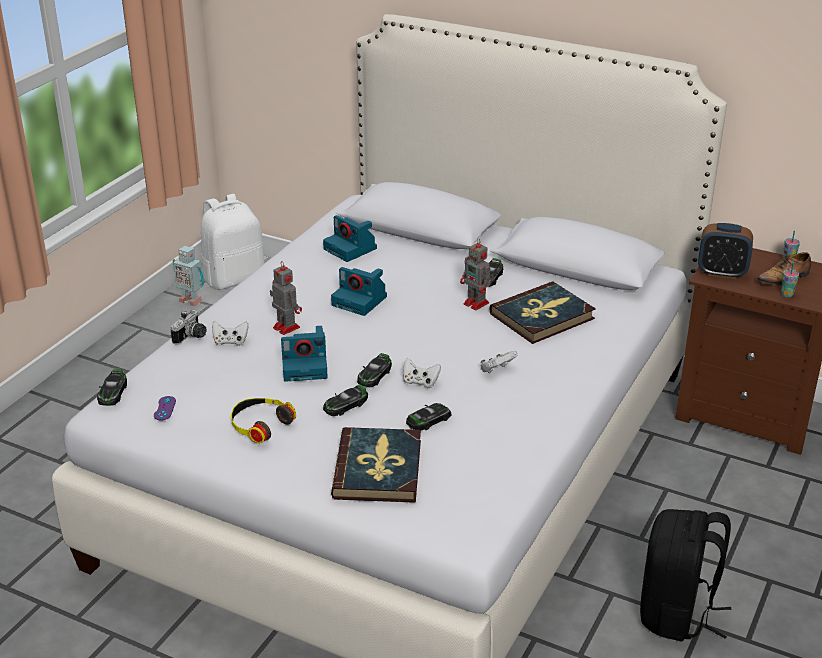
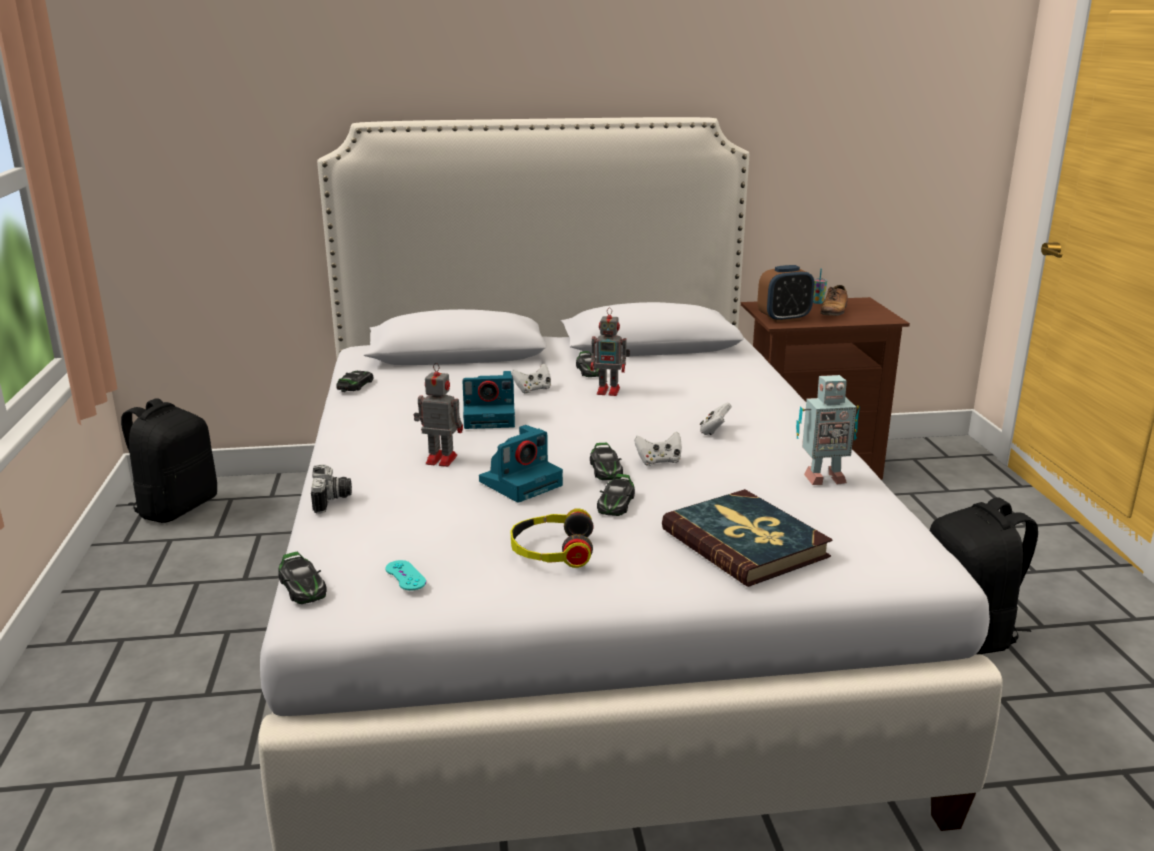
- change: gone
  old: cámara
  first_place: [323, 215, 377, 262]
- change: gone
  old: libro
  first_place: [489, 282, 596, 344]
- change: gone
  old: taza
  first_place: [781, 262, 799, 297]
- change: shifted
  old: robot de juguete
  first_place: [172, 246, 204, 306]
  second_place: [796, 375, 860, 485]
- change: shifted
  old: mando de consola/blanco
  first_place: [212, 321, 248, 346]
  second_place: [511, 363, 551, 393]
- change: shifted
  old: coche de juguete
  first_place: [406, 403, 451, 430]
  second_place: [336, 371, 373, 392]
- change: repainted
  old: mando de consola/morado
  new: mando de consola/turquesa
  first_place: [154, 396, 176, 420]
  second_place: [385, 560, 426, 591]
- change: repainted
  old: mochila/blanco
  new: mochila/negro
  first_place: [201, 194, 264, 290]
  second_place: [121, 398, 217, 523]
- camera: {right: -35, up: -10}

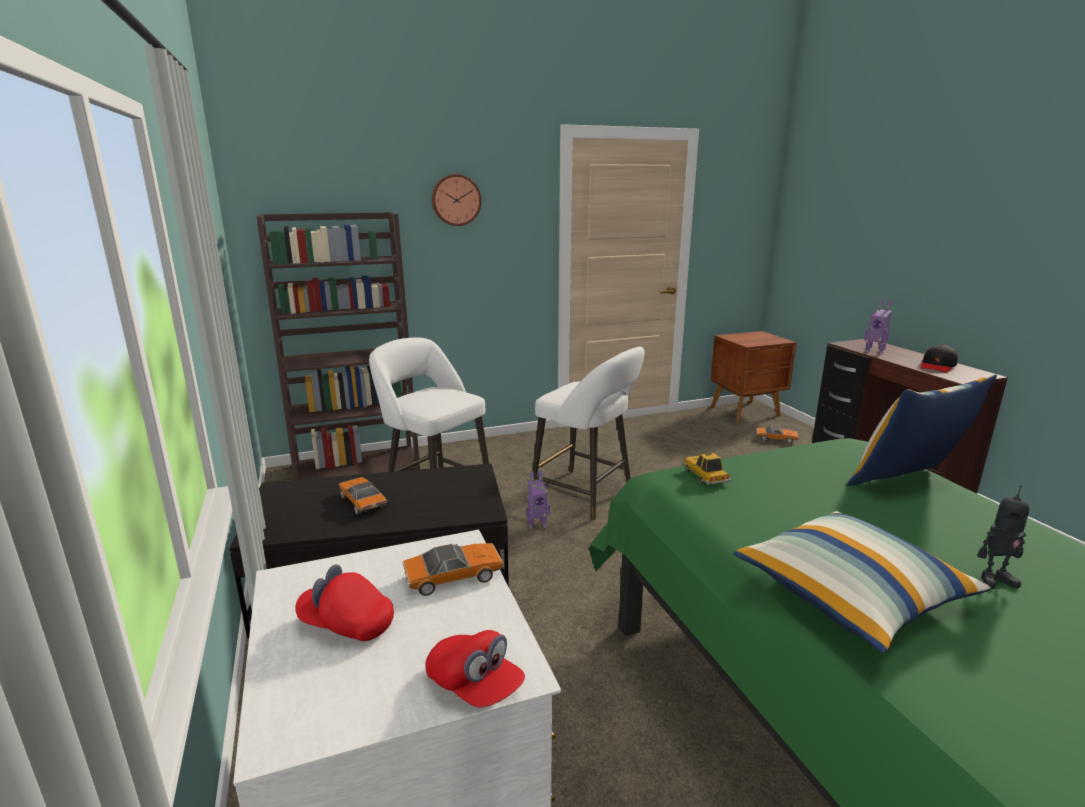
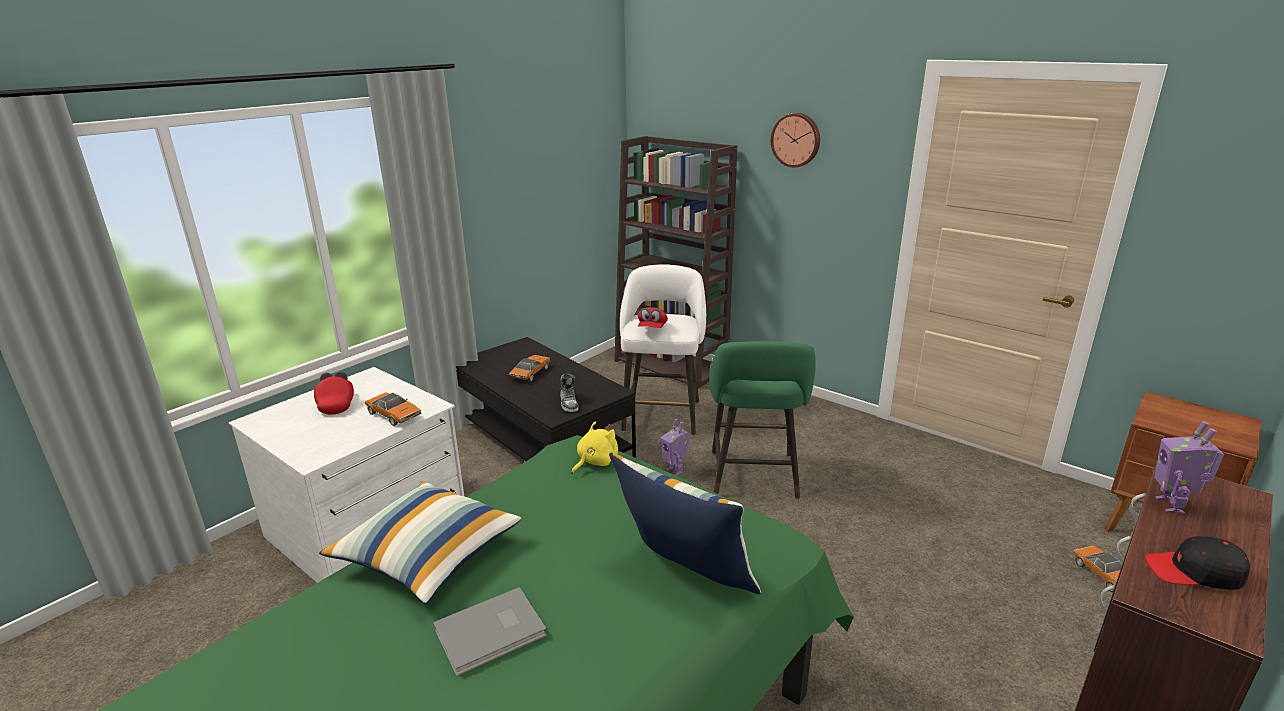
- change: new
  new: zapato
  second_place: [560, 373, 579, 412]
- change: shifted
  old: gorra/rojo
  first_place: [425, 630, 525, 707]
  second_place: [638, 307, 668, 328]
- change: swapped
  old: coche de juguete
  new: peluche/amarillo
  first_place: [682, 453, 732, 485]
  second_place: [572, 421, 618, 474]
- change: swapped
  old: robot de juguete
  new: libro/gris
  first_place: [978, 485, 1029, 589]
  second_place: [433, 587, 547, 677]
- change: repainted
  old: taburete/blanco
  new: taburete/verde
  first_place: [533, 347, 644, 521]
  second_place: [709, 341, 816, 499]
- camera: {right: 60, up: 5}

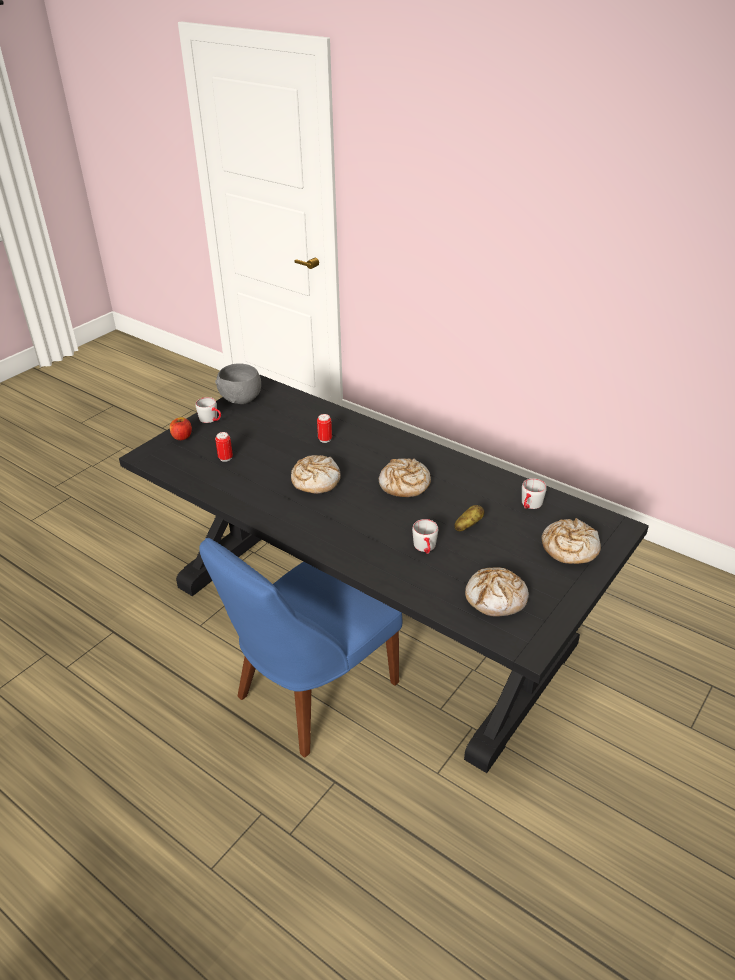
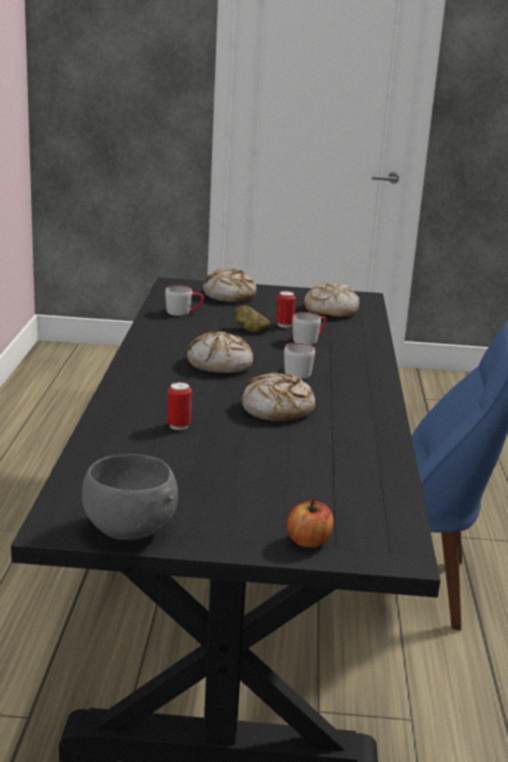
- change: shifted
  old: taza grande/gris
  first_place: [195, 397, 221, 423]
  second_place: [284, 343, 315, 379]
- change: shifted
  old: lata
  first_place: [215, 432, 233, 462]
  second_place: [276, 291, 295, 328]
- camera: {right: -125, up: -15}

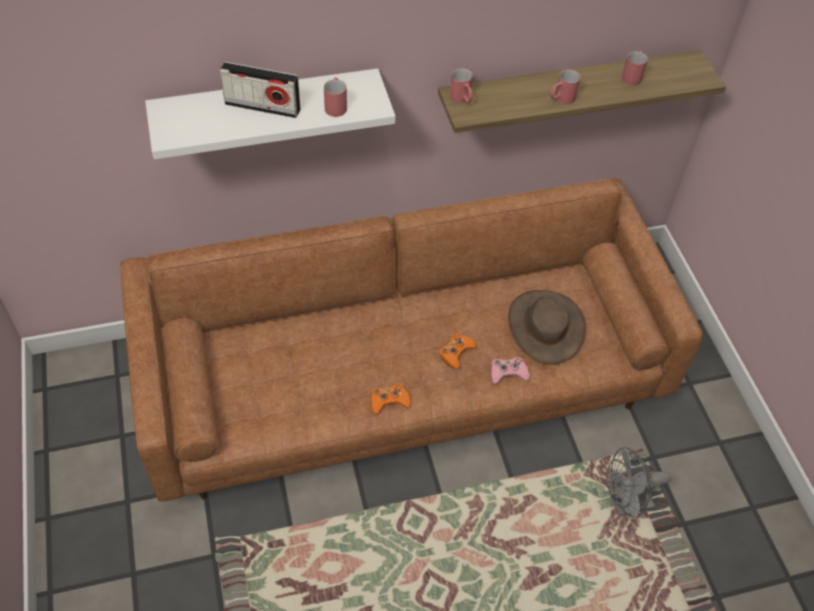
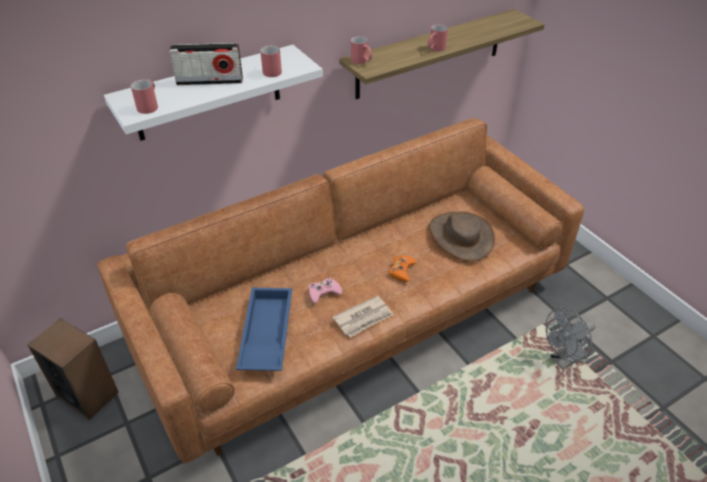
- change: new
  new: altavoz
  second_place: [27, 318, 118, 420]
- change: new
  new: bandeja/azul
  second_place: [236, 288, 292, 371]
- change: shifted
  old: mando de consola/rosa
  first_place: [491, 357, 530, 384]
  second_place: [308, 278, 343, 303]
- change: shifted
  old: taza grande/rojo
  first_place: [622, 51, 648, 85]
  second_place: [131, 79, 158, 114]
- change: swapped
  old: mando de consola/naranja
  new: periódico
  first_place: [371, 383, 411, 414]
  second_place: [332, 296, 394, 337]
- camera: {right: -15, up: -10}

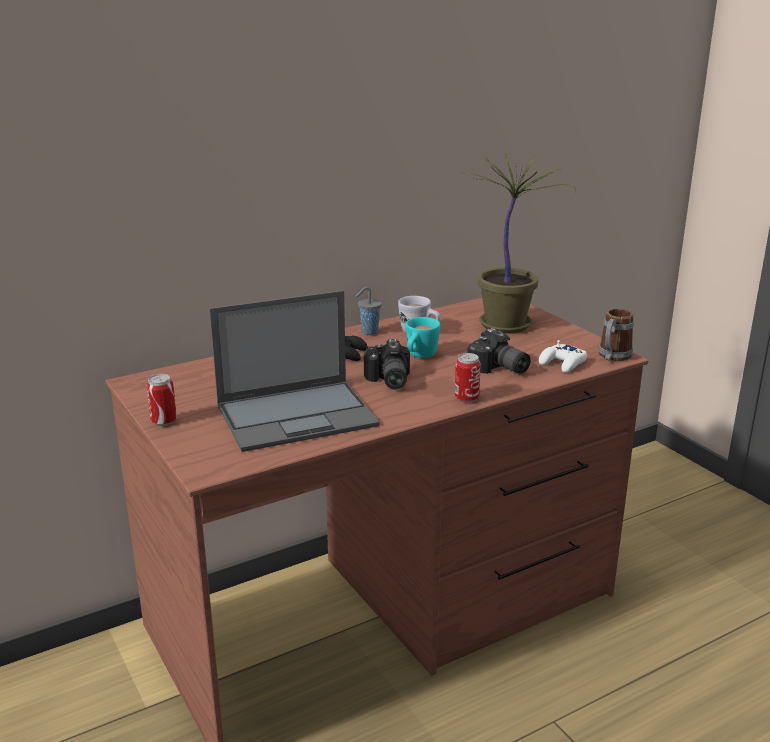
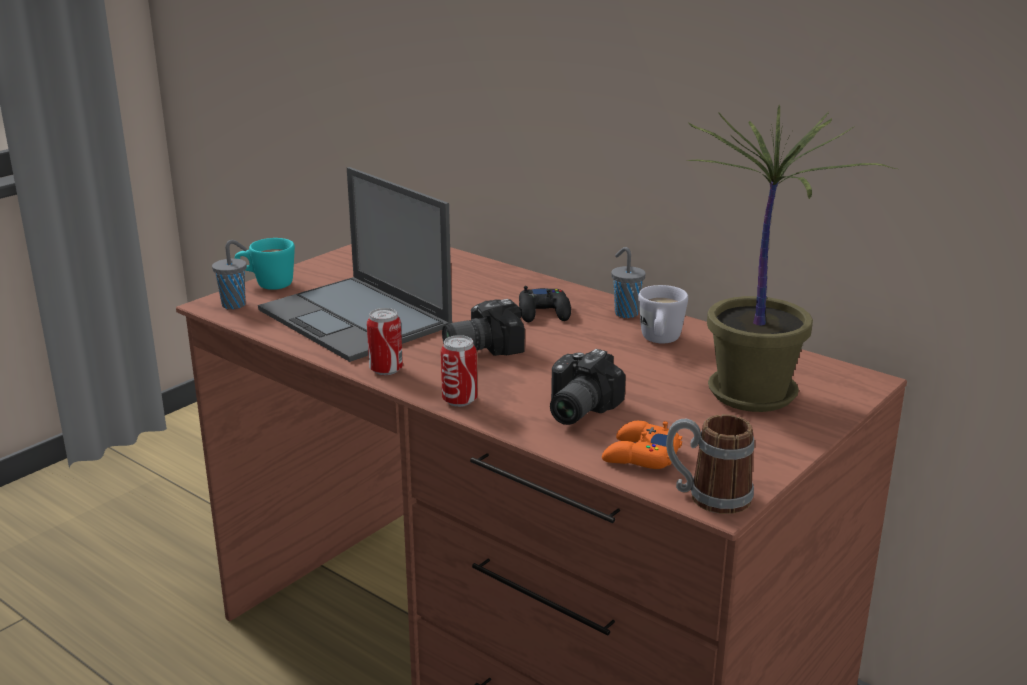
- change: new
  new: taza/gris
  second_place: [212, 240, 247, 309]
- change: shifted
  old: lata
  first_place: [147, 374, 177, 426]
  second_place: [367, 308, 403, 376]
- change: shifted
  old: taza grande/turquesa
  first_place: [406, 317, 441, 358]
  second_place: [235, 238, 295, 290]
- change: repainted
  old: mando de consola/blanco
  new: mando de consola/naranja
  first_place: [539, 340, 587, 373]
  second_place: [602, 421, 682, 469]
- camera: {right: 70, up: 0}

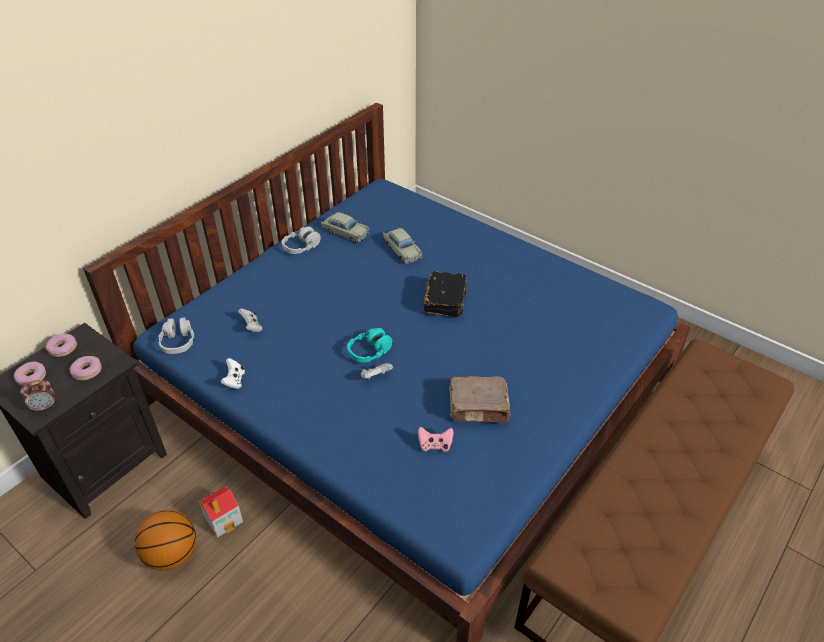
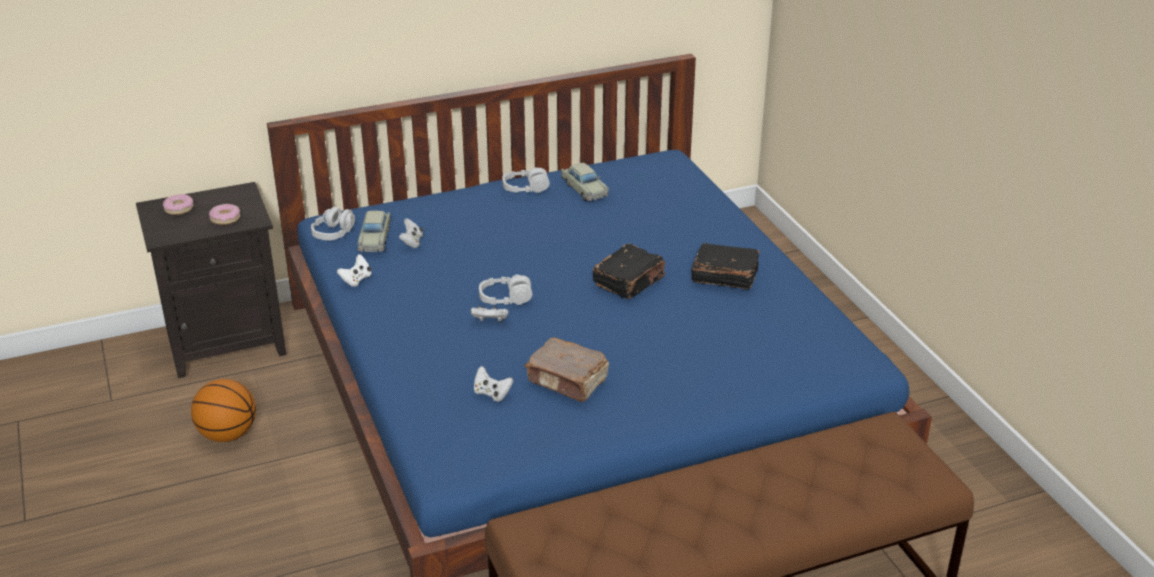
- change: gone
  old: despertador
  first_place: [20, 380, 55, 413]
- change: gone
  old: rosquilla
  first_place: [46, 334, 77, 357]
- change: gone
  old: casita
  first_place: [199, 486, 243, 538]
- change: new
  new: libro/negro
  second_place: [691, 243, 760, 289]
- change: shifted
  old: coche de juguete/beis
  first_place: [383, 228, 423, 264]
  second_place: [357, 211, 391, 252]
- change: repainted
  old: auriculares/turquesa
  new: auriculares/gris
  first_place: [347, 328, 392, 363]
  second_place: [479, 275, 533, 305]
- change: repainted
  old: mando de consola/rosa
  new: mando de consola/blanco
  first_place: [418, 427, 454, 452]
  second_place: [474, 366, 514, 402]
- camera: {right: 30, up: -10}

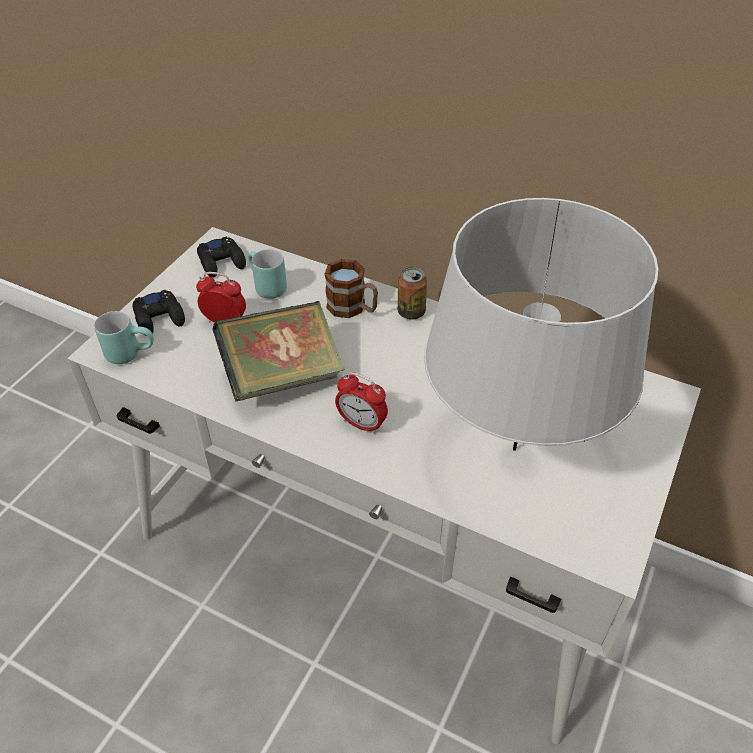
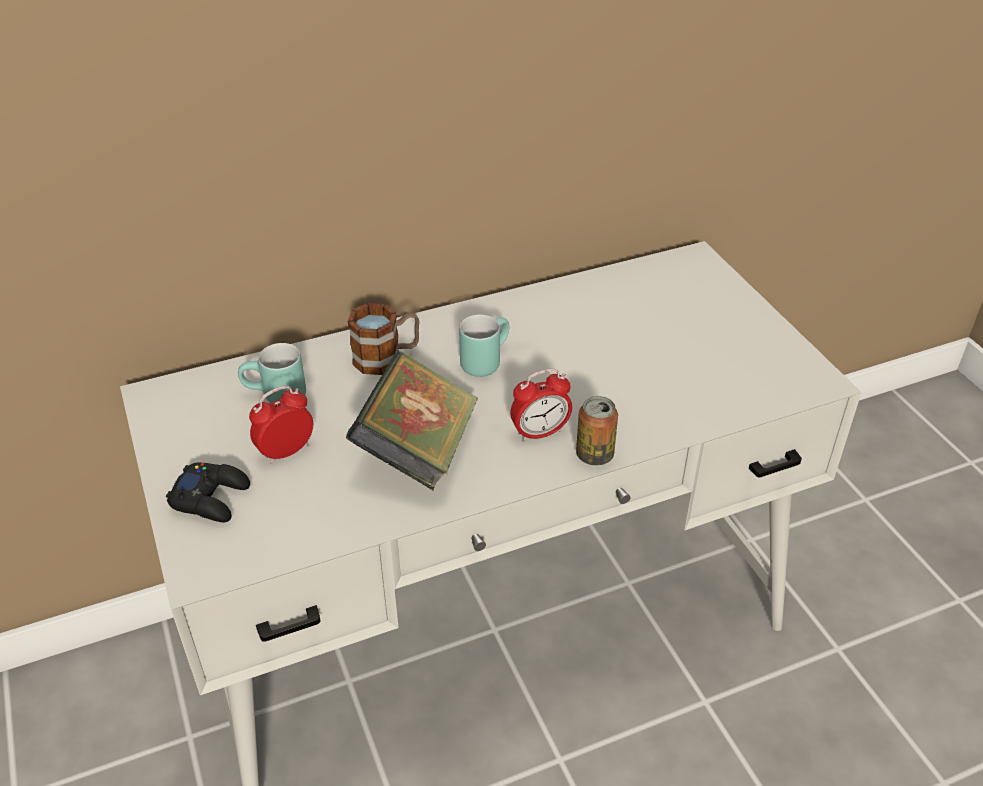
- change: gone
  old: mando de consola/negro
  first_place: [197, 236, 246, 278]
- change: gone
  old: lámpara de mesa/gris
  first_place: [424, 198, 658, 451]
- change: shifted
  old: taza grande/turquesa
  first_place: [94, 311, 154, 364]
  second_place: [459, 315, 509, 377]
- change: shifted
  old: lata
  first_place: [398, 267, 427, 319]
  second_place: [576, 396, 618, 466]
- camera: {right: -50, up: -5}

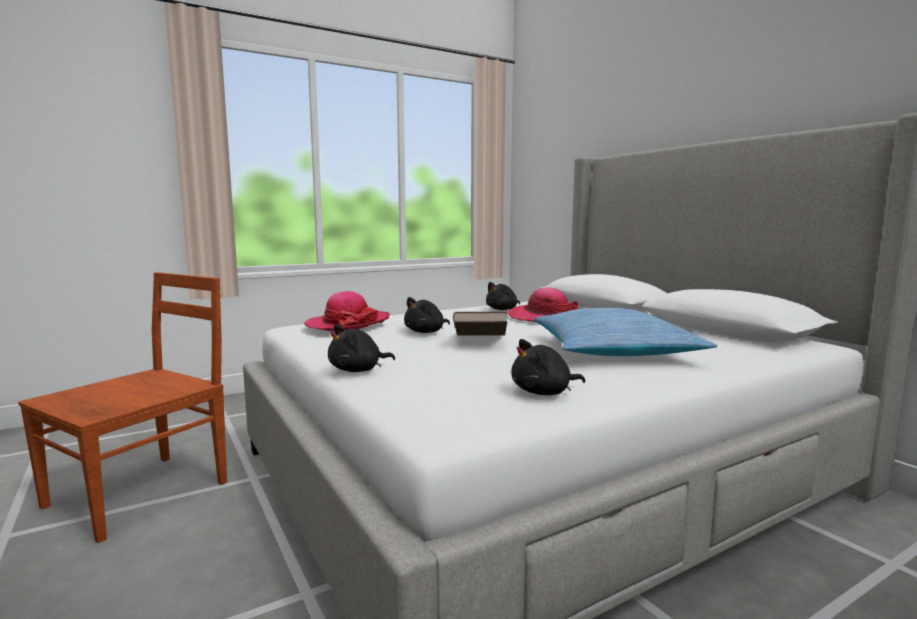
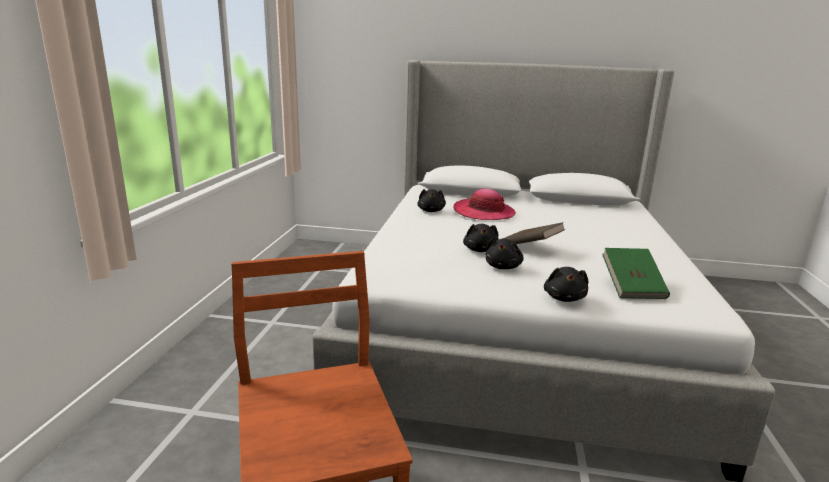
- change: gone
  old: sombrero
  first_place: [304, 291, 390, 331]
- change: gone
  old: cojín
  first_place: [534, 308, 718, 356]
- change: new
  new: libro/verde
  second_place: [602, 248, 670, 299]
- change: shifted
  old: peluche/negro
  first_place: [511, 339, 585, 395]
  second_place: [485, 238, 524, 269]
- camera: {right: -50, up: 10}

